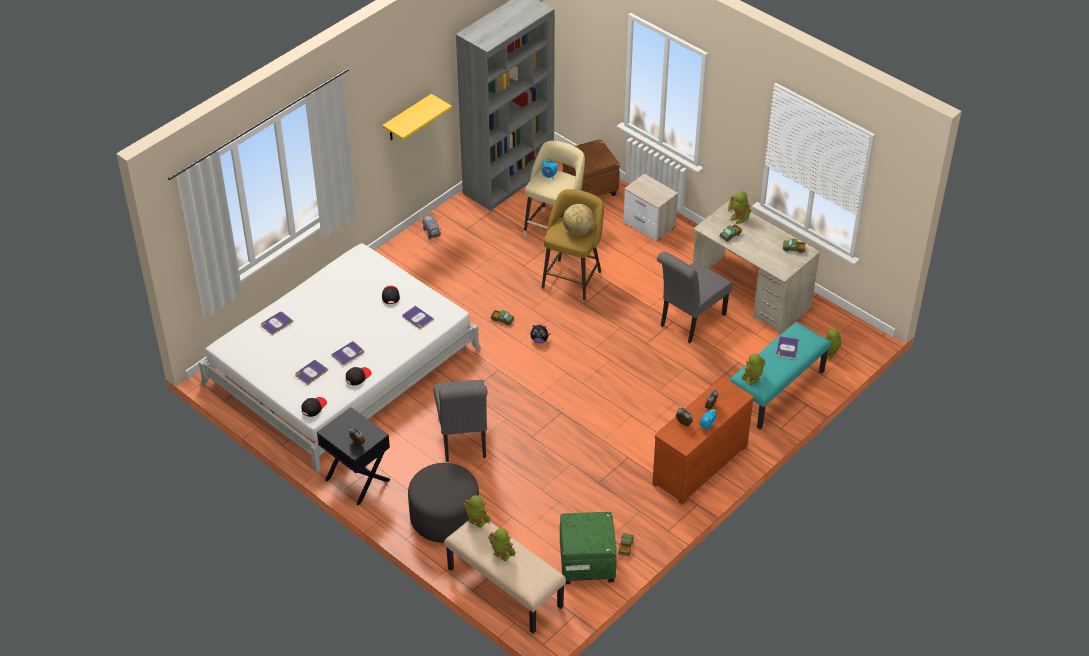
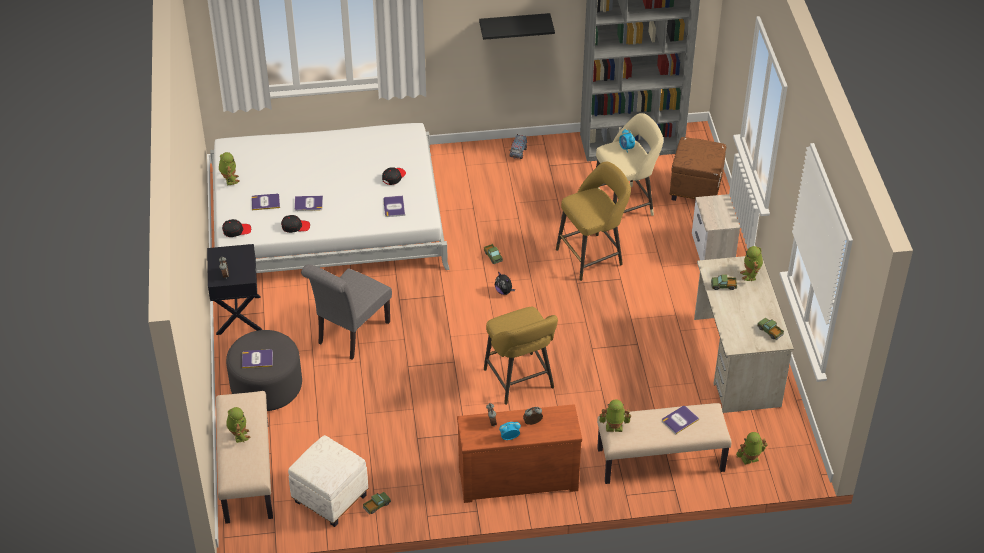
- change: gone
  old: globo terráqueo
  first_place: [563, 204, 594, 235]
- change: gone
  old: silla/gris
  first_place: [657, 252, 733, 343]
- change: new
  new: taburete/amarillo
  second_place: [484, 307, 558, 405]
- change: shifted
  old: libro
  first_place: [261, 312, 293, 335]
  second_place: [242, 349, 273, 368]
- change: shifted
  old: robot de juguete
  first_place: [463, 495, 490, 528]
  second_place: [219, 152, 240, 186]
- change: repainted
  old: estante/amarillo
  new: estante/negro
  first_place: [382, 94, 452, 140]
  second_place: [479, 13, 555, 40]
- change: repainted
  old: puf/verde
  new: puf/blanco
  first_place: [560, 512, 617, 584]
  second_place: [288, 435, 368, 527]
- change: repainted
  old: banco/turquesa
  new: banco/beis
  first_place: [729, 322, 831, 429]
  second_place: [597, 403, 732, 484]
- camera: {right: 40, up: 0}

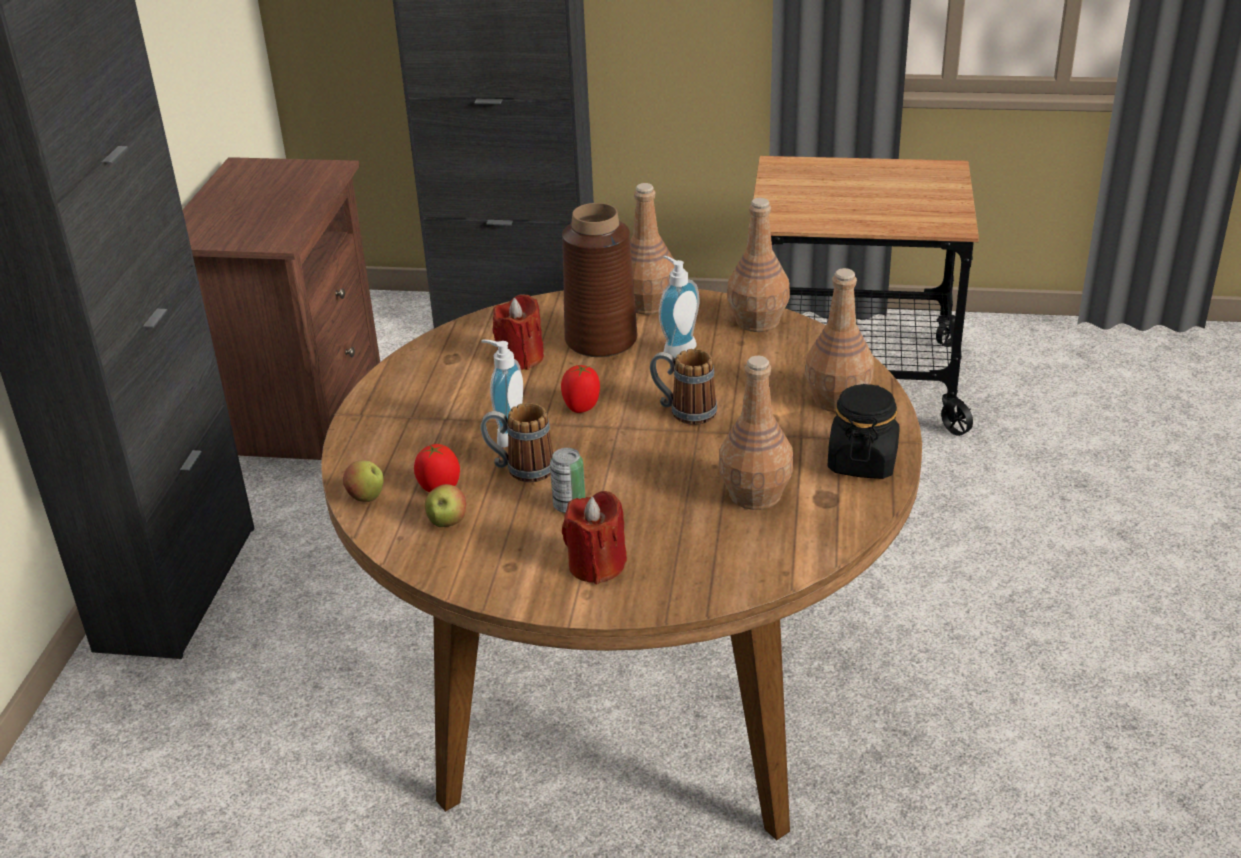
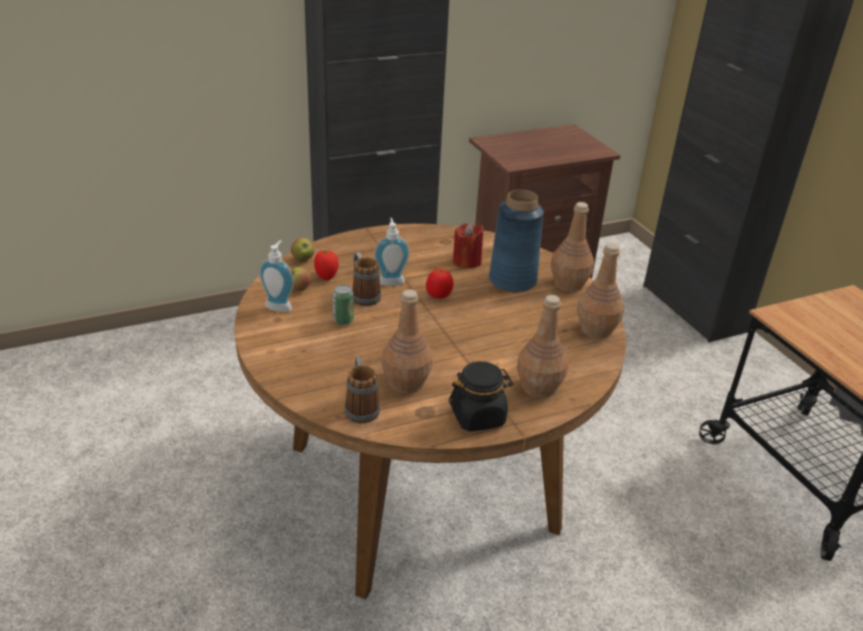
- change: gone
  old: vela/rojo
  first_place: [562, 491, 627, 584]
- change: shifted
  old: taza grande
  first_place: [650, 349, 717, 425]
  second_place: [345, 357, 380, 423]
- change: shifted
  old: dispensador de jabón
  first_place: [659, 256, 699, 358]
  second_place: [259, 240, 294, 312]
- change: repainted
  old: florero/marrón
  new: florero/azul
  first_place: [562, 203, 637, 357]
  second_place: [489, 190, 544, 293]
- camera: {right: 55, up: 0}

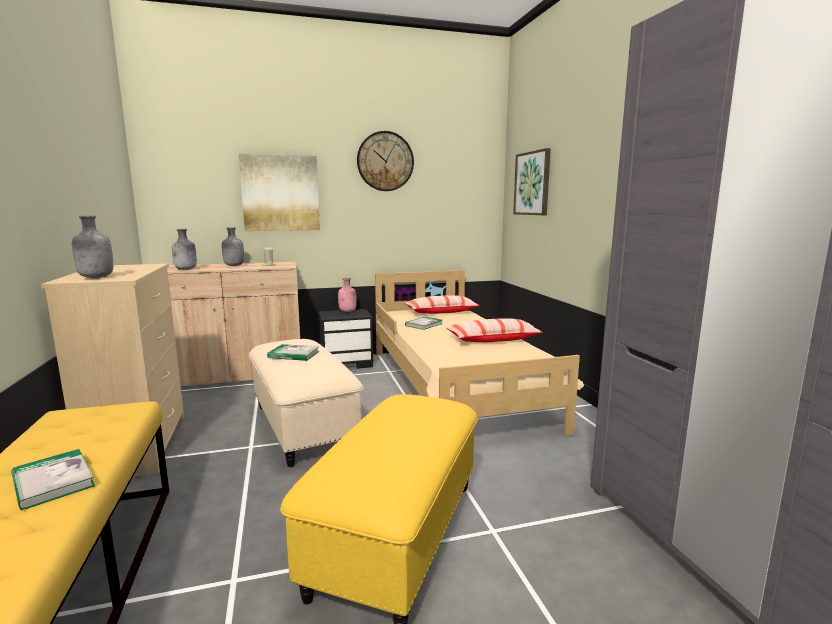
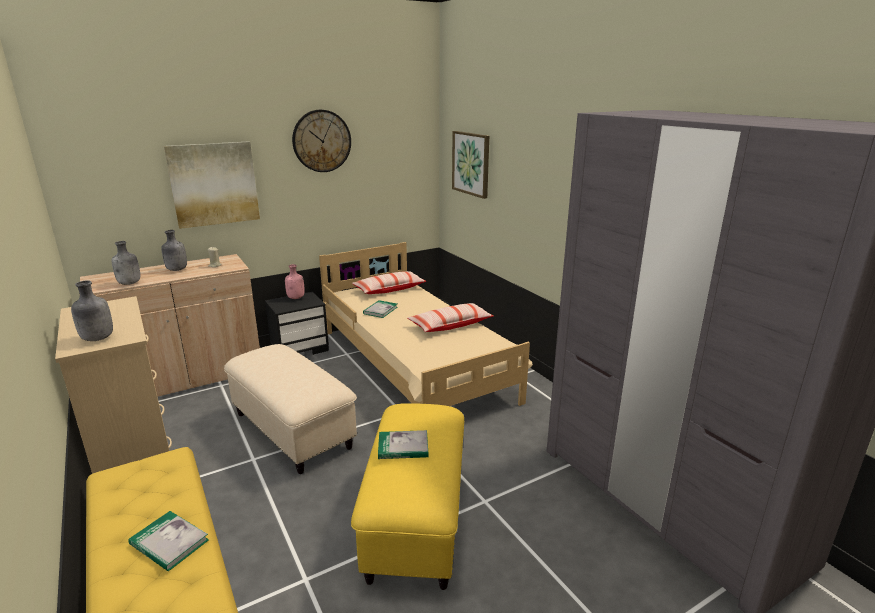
- change: shifted
  old: libro
  first_place: [267, 344, 320, 361]
  second_place: [378, 430, 428, 459]
- camera: {right: -15, up: 10}

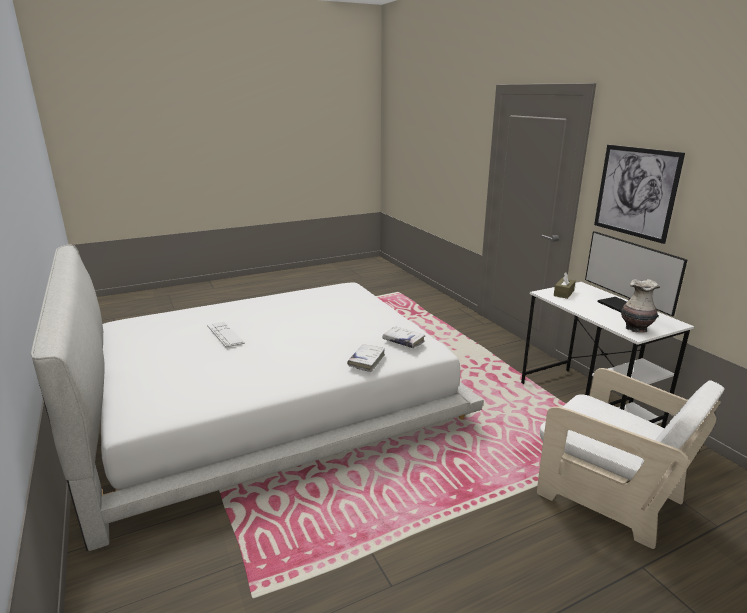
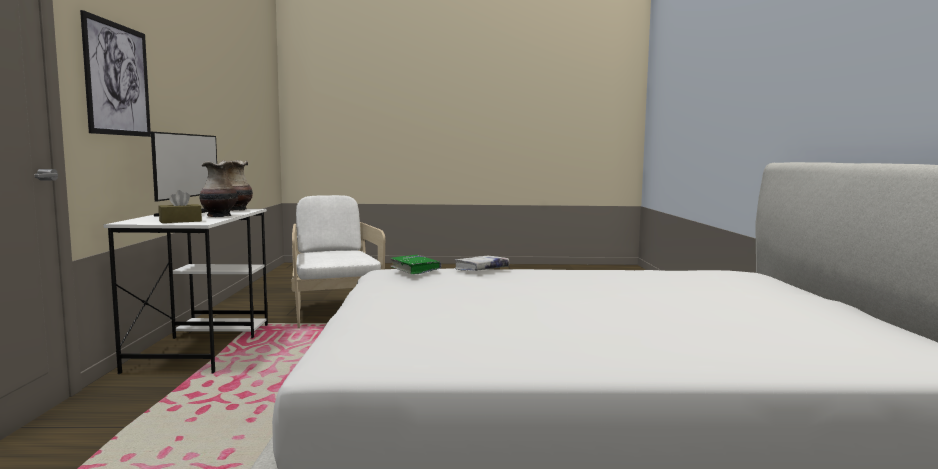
- change: gone
  old: teclado
  first_place: [207, 322, 245, 347]
- change: new
  new: florero
  second_place: [199, 161, 238, 217]
- change: repainted
  old: libro/blanco
  new: libro/verde
  first_place: [382, 326, 426, 348]
  second_place: [390, 255, 441, 274]
- camera: {right: -155, up: -15}

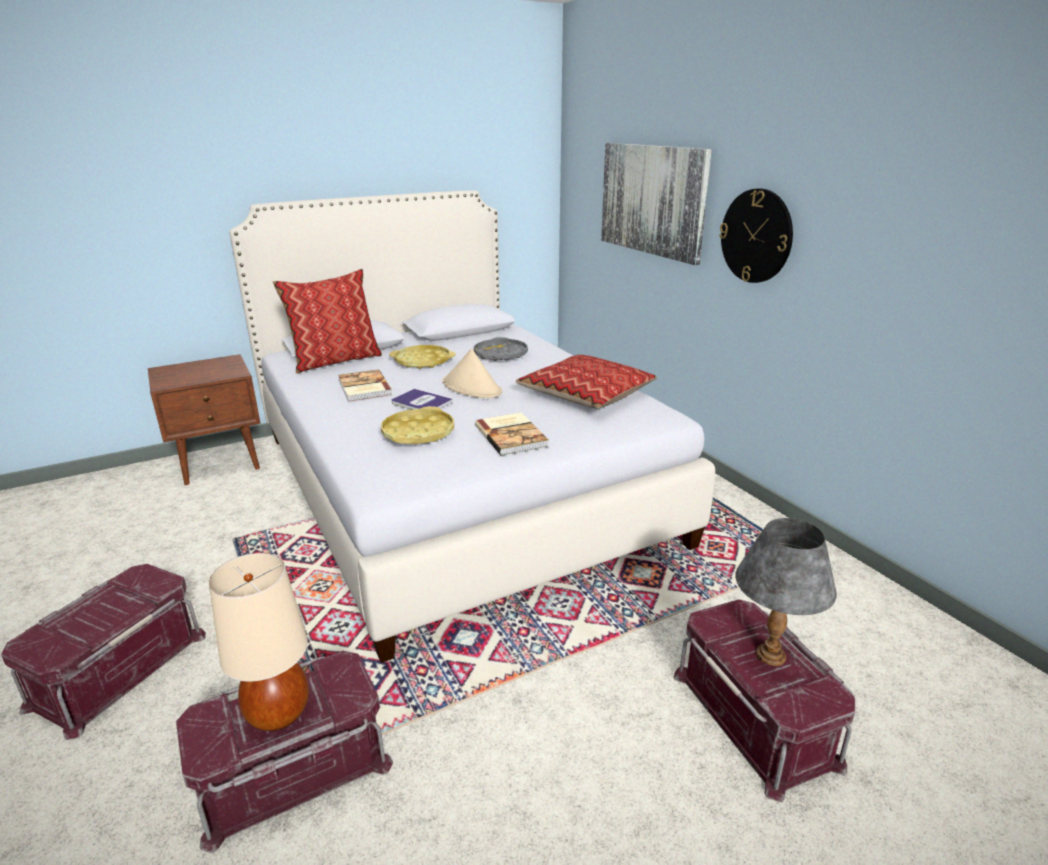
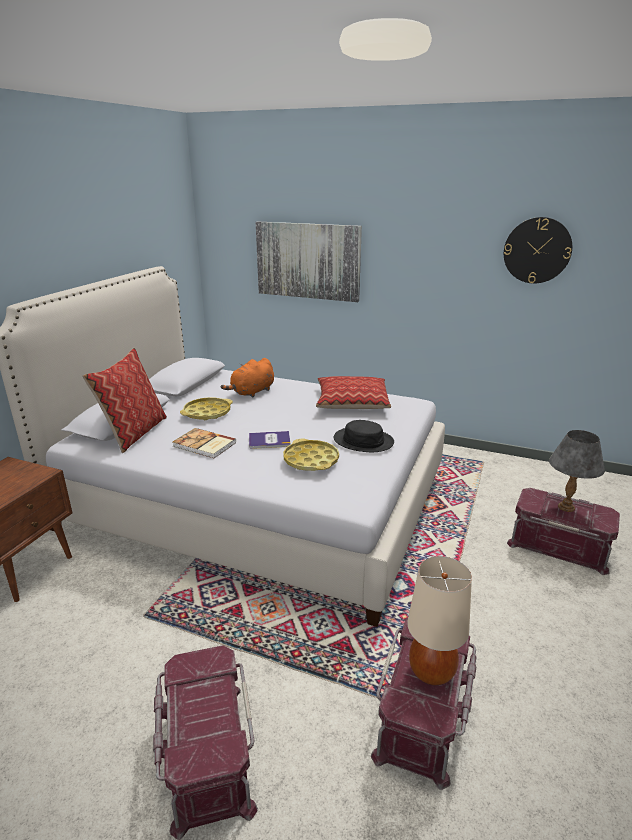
- change: gone
  old: sombrero/beis
  first_place: [442, 348, 502, 398]
- change: shifted
  old: reloj de pared
  first_place: [719, 188, 793, 283]
  second_place: [504, 217, 572, 283]
- change: swapped
  old: bandeja/gris
  new: peluche/naranja
  first_place: [474, 337, 528, 361]
  second_place: [221, 358, 274, 398]
- change: swapped
  old: libro
  new: sombrero/negro
  first_place: [475, 412, 549, 456]
  second_place: [334, 420, 394, 452]
- camera: {right: -40, up: 0}

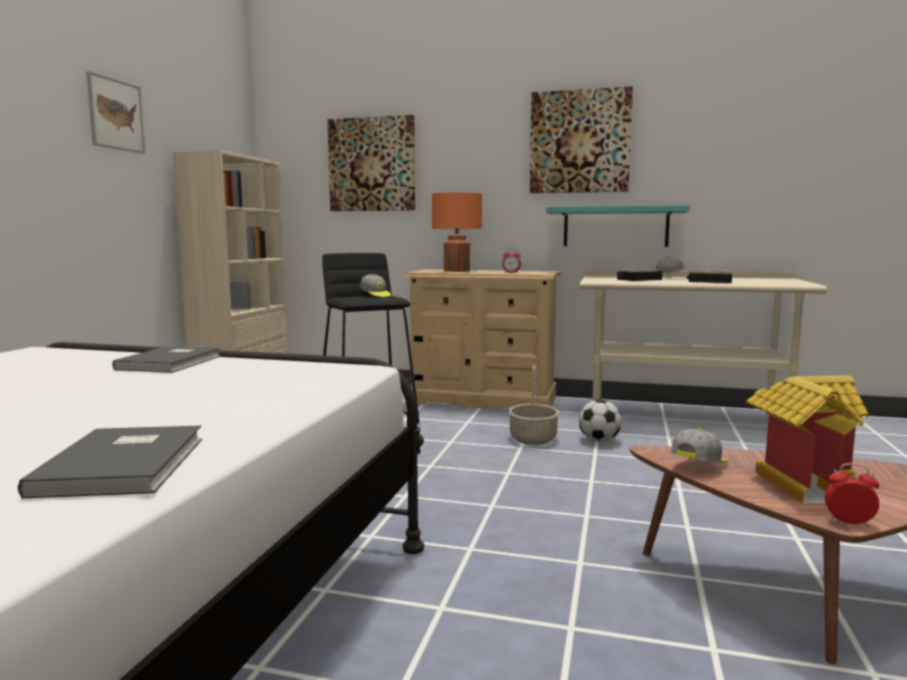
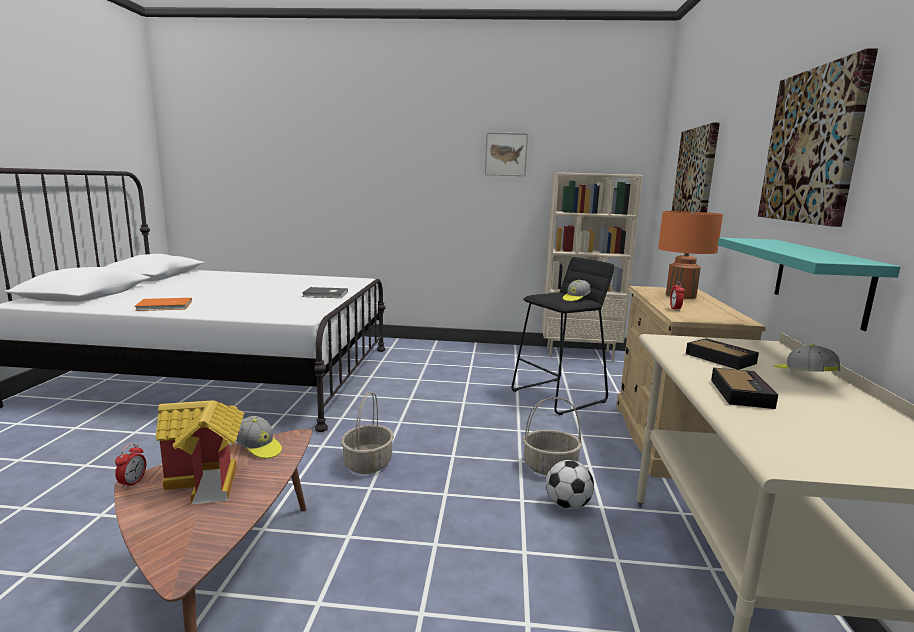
- change: new
  new: cesta
  second_place: [341, 391, 394, 474]
- change: repainted
  old: libro/gris
  new: libro/naranja
  first_place: [18, 425, 202, 499]
  second_place: [134, 298, 192, 311]
- camera: {right: 80, up: 5}

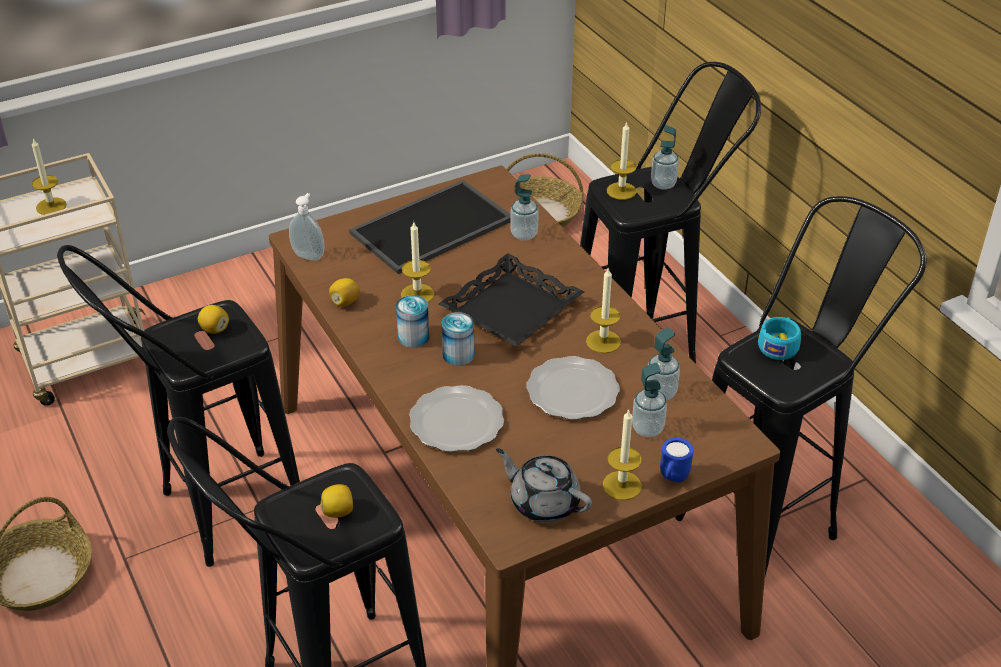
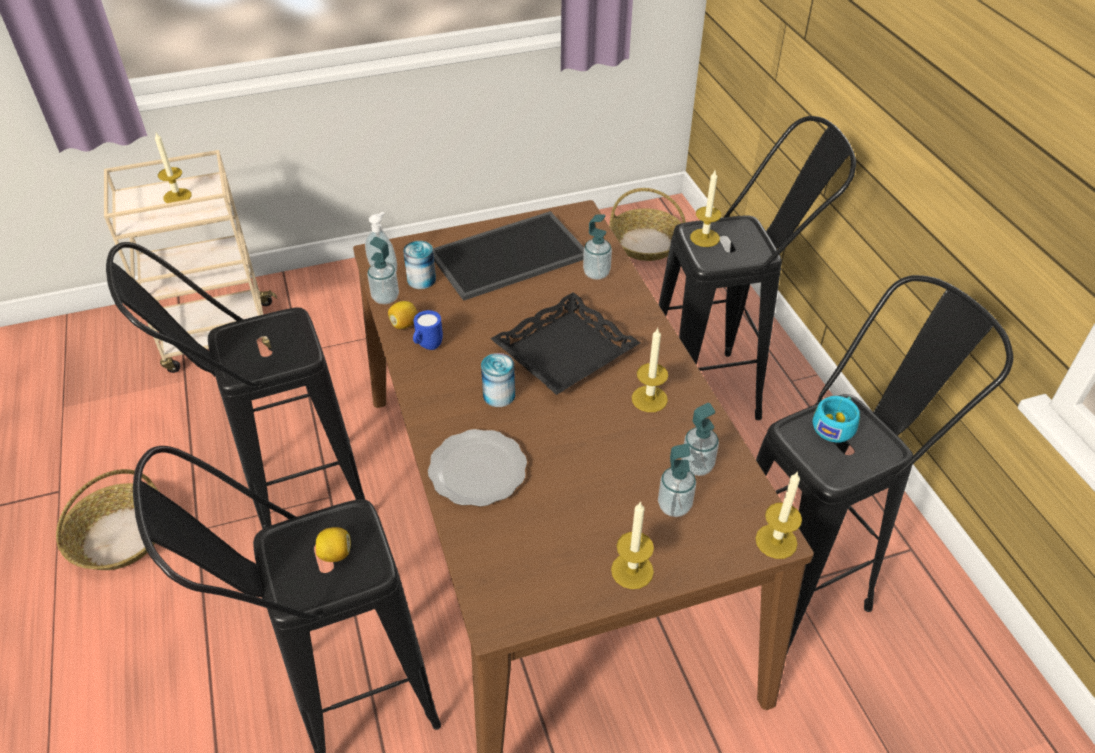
- change: gone
  old: limón
  first_place: [198, 305, 229, 334]
- change: gone
  old: tetera/gris
  first_place: [496, 448, 592, 522]
- change: gone
  old: plato
  first_place: [526, 356, 620, 420]
- change: shifted
  old: lata
  first_place: [396, 295, 429, 348]
  second_place: [403, 241, 436, 289]
- change: shifted
  old: vela
  first_place: [401, 222, 434, 302]
  second_place: [755, 471, 802, 559]
- change: shifted
  old: dispensador de jabón
  first_place: [651, 125, 679, 190]
  second_place: [367, 237, 399, 304]
- change: shifted
  old: taza grande/azul
  first_place: [660, 438, 693, 482]
  second_place: [413, 310, 443, 350]
- camera: {right: 10, up: 5}

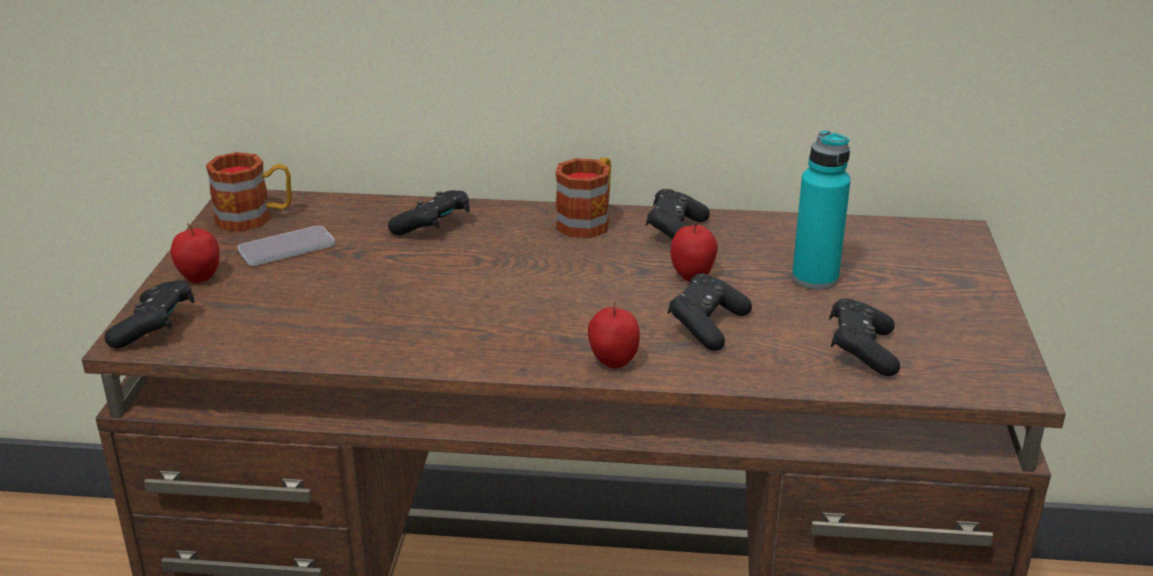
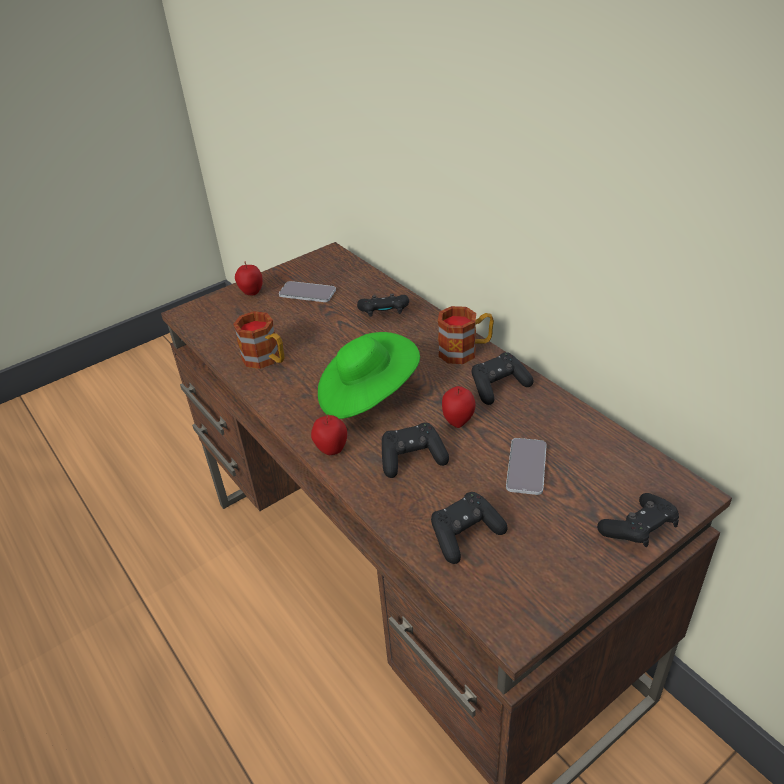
- change: new
  new: sombrero/verde
  second_place: [318, 332, 420, 419]
- change: shifted
  old: mando de consola/negro
  first_place: [104, 280, 195, 348]
  second_place: [597, 493, 679, 547]
- change: shifted
  old: taza grande
  first_place: [206, 152, 292, 232]
  second_place: [233, 311, 285, 369]
- change: swapped
  old: botella/turquesa
  new: móvil
  first_place: [792, 130, 851, 289]
  second_place: [506, 438, 547, 495]
- camera: {right: 50, up: 10}

